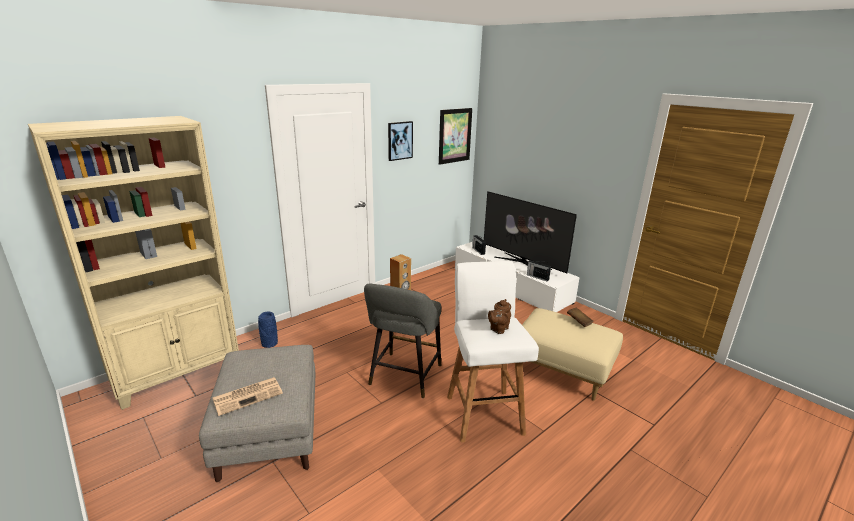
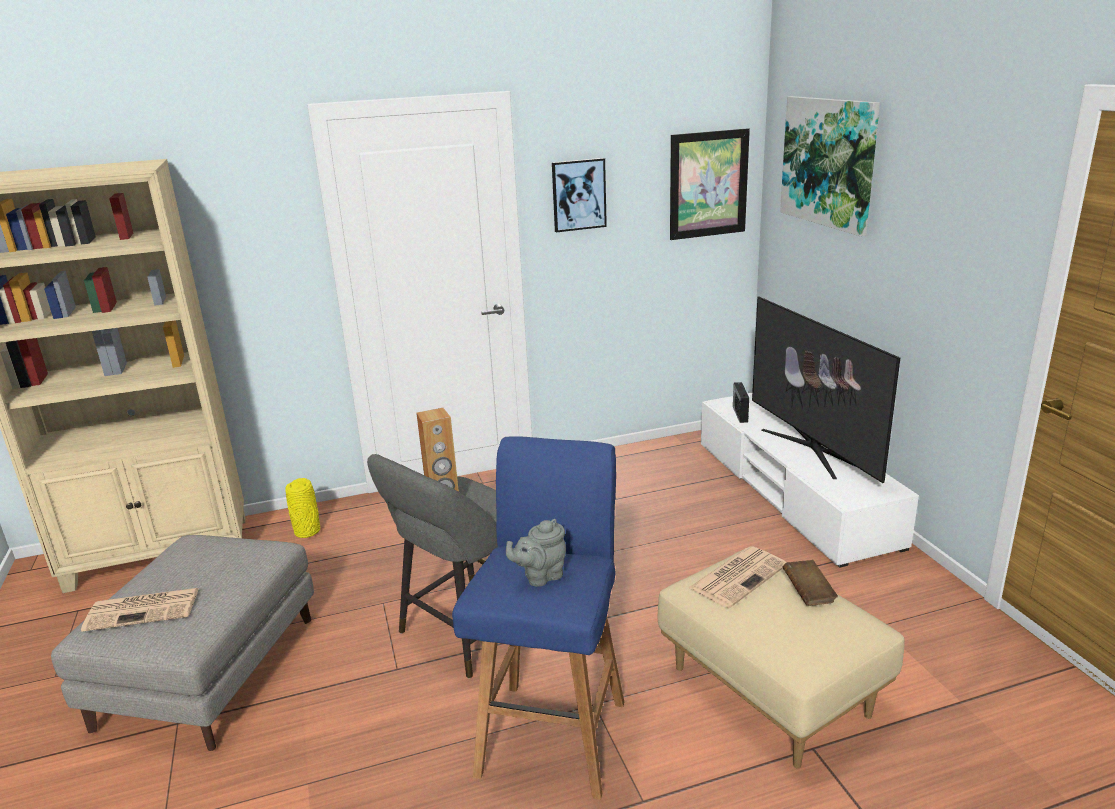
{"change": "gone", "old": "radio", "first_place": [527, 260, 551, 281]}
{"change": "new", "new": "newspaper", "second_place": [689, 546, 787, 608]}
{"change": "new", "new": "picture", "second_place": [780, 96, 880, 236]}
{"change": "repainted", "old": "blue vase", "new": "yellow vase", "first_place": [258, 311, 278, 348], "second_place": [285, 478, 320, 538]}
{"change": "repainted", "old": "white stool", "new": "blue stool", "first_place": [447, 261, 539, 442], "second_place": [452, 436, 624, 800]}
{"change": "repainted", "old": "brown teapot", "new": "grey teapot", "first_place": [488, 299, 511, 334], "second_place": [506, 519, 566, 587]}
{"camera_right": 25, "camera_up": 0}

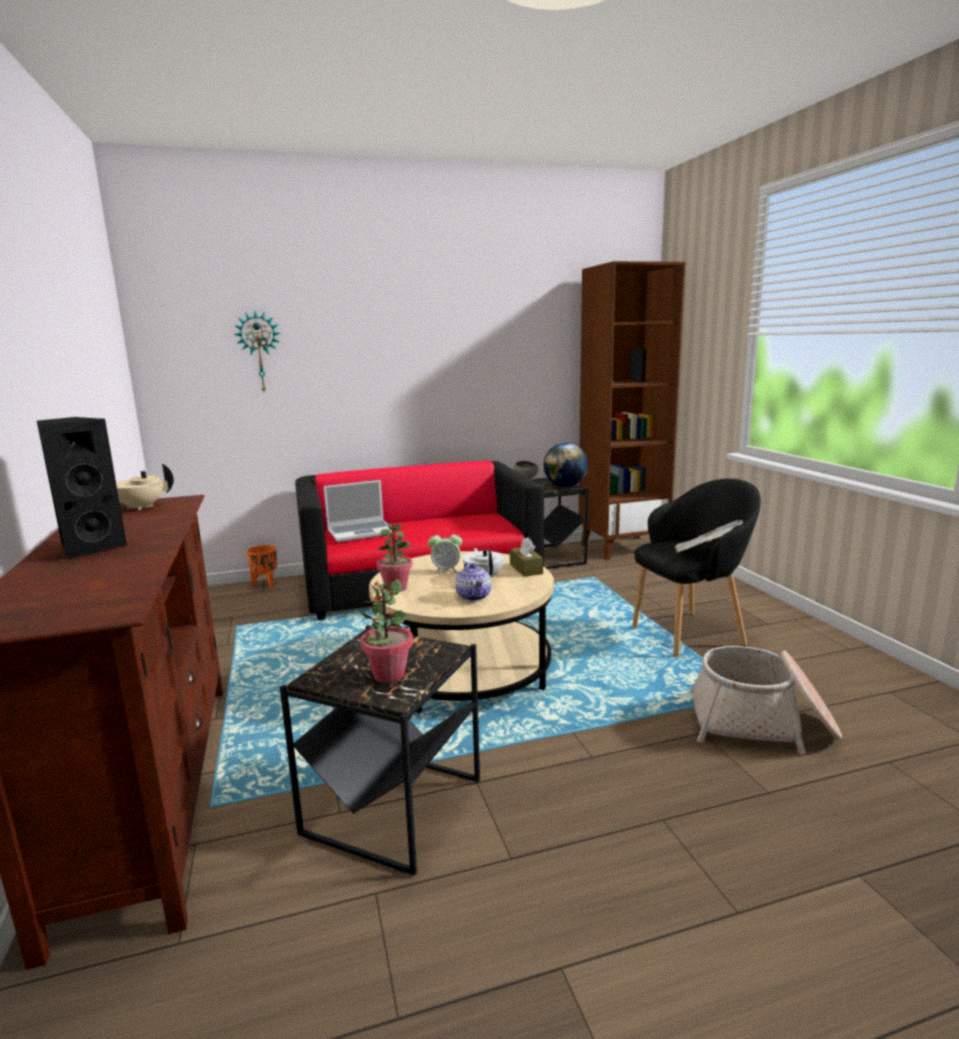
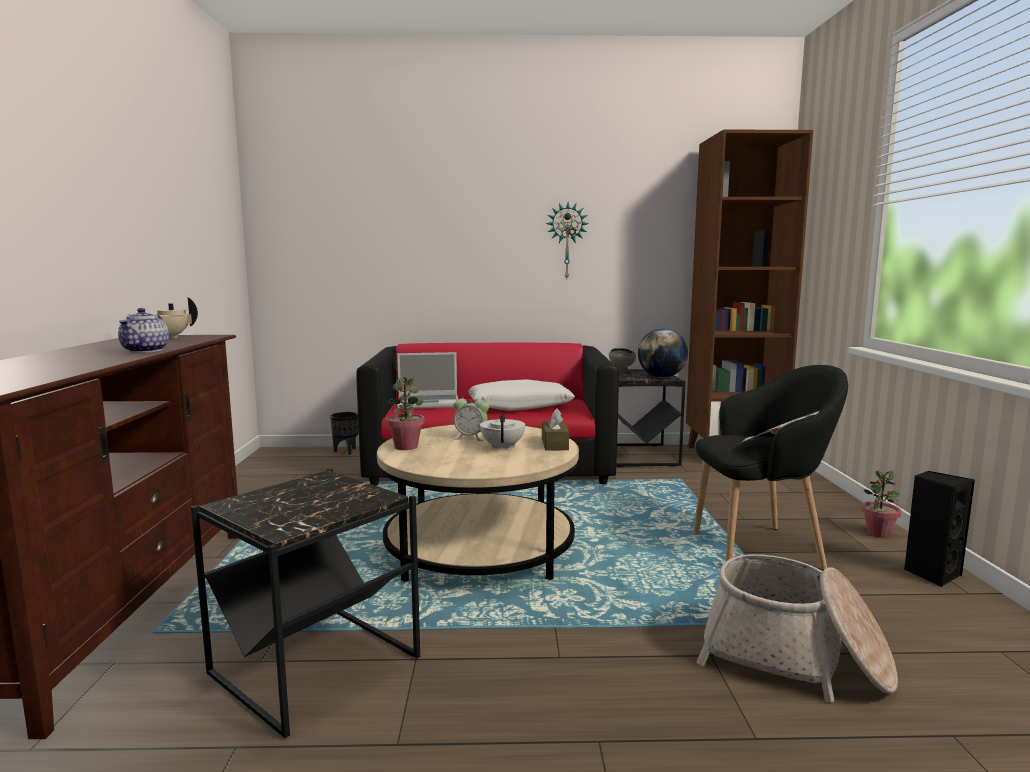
{"change": "new", "new": "white pillow", "second_place": [468, 379, 575, 411]}
{"change": "shifted", "old": "black speaker", "first_place": [37, 417, 127, 559], "second_place": [904, 471, 975, 587]}
{"change": "shifted", "old": "wall clock", "first_place": [234, 311, 281, 392], "second_place": [546, 202, 589, 281]}
{"change": "shifted", "old": "potted plant", "first_place": [360, 579, 413, 683], "second_place": [862, 470, 901, 538]}
{"change": "shifted", "old": "teapot", "first_place": [455, 563, 491, 601], "second_place": [118, 308, 169, 353]}
{"change": "repainted", "old": "orange planter", "new": "black planter", "first_place": [247, 545, 277, 588], "second_place": [330, 412, 359, 455]}
{"camera_right": 15, "camera_up": -5}

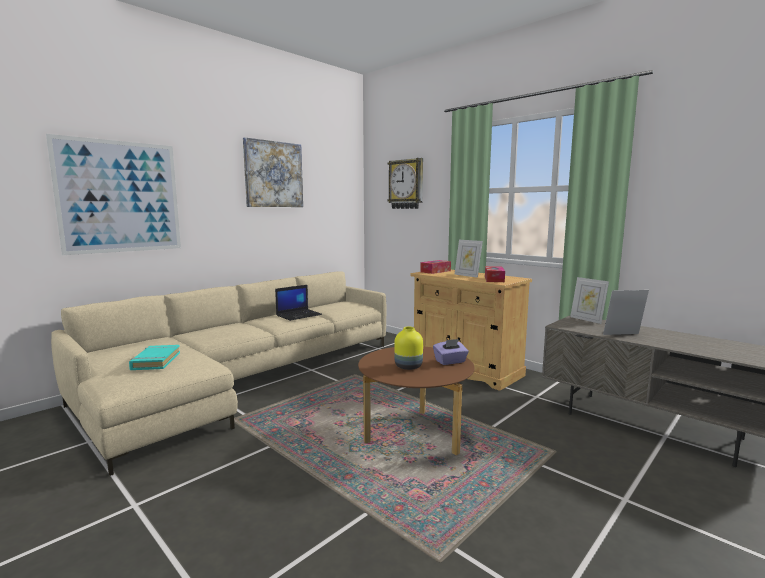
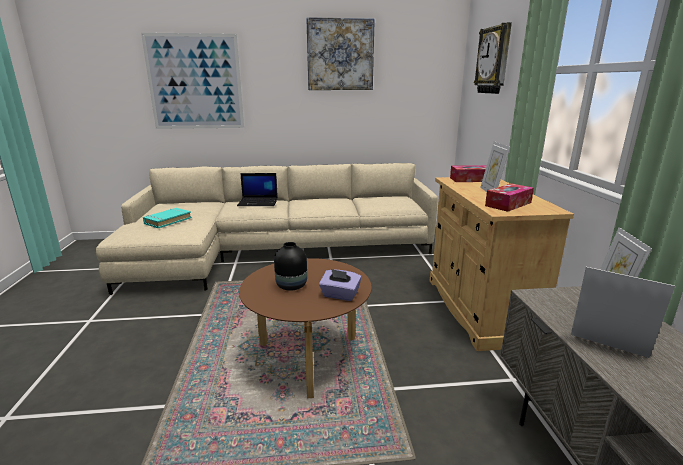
{"change": "shifted", "old": "laptop", "first_place": [275, 285, 322, 321], "second_place": [237, 173, 278, 206]}
{"change": "repainted", "old": "yellow vase", "new": "black vase", "first_place": [394, 327, 423, 370], "second_place": [274, 242, 307, 291]}
{"camera_right": 40, "camera_up": 10}

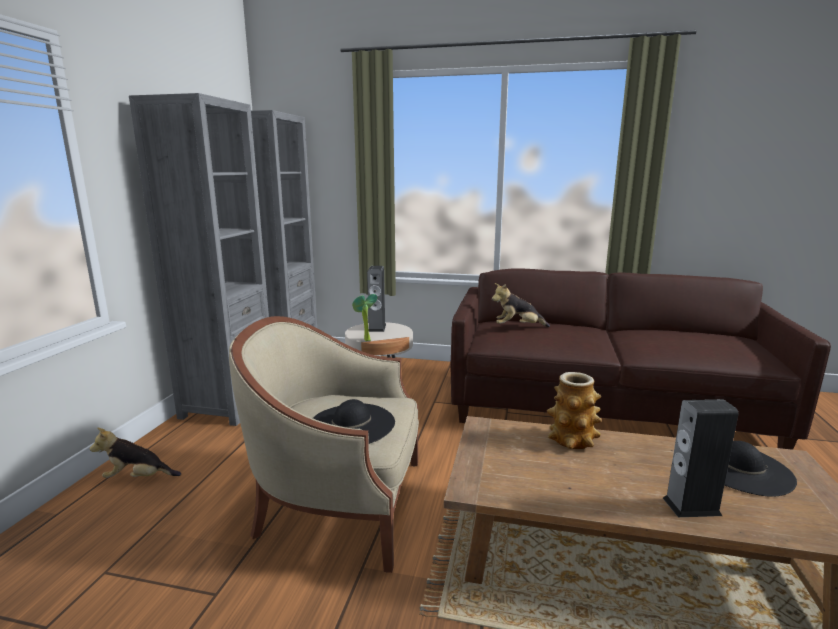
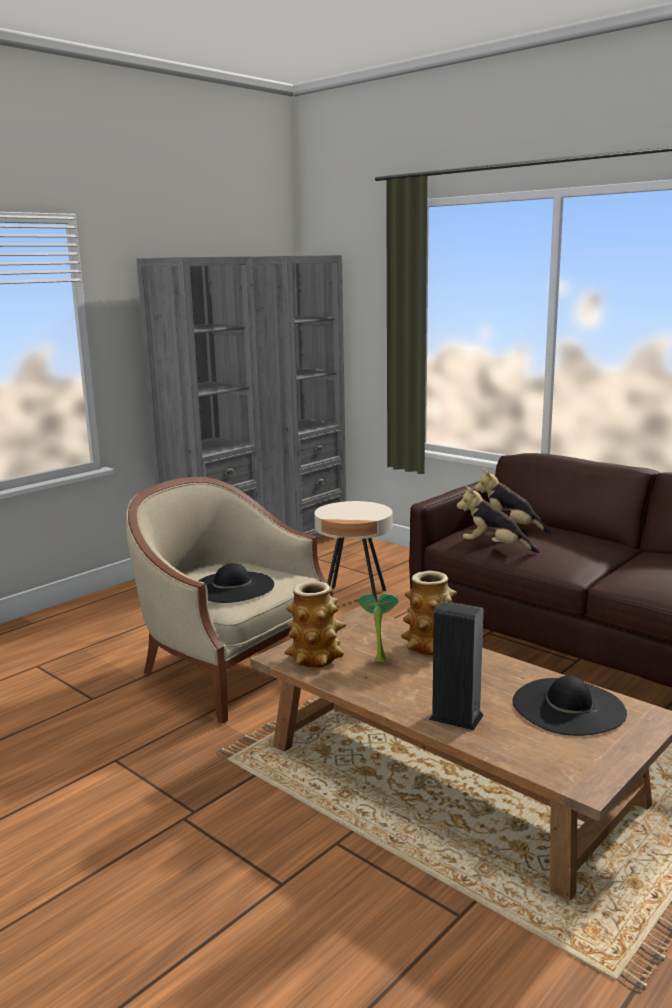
{"change": "gone", "old": "speaker", "first_place": [367, 266, 386, 332]}
{"change": "new", "new": "vase", "second_place": [284, 581, 346, 668]}
{"change": "shifted", "old": "plush toy", "first_place": [90, 427, 181, 478], "second_place": [457, 485, 540, 553]}
{"change": "shifted", "old": "potted plant", "first_place": [352, 294, 378, 341], "second_place": [358, 593, 398, 662]}
{"camera_right": 30, "camera_up": 0}

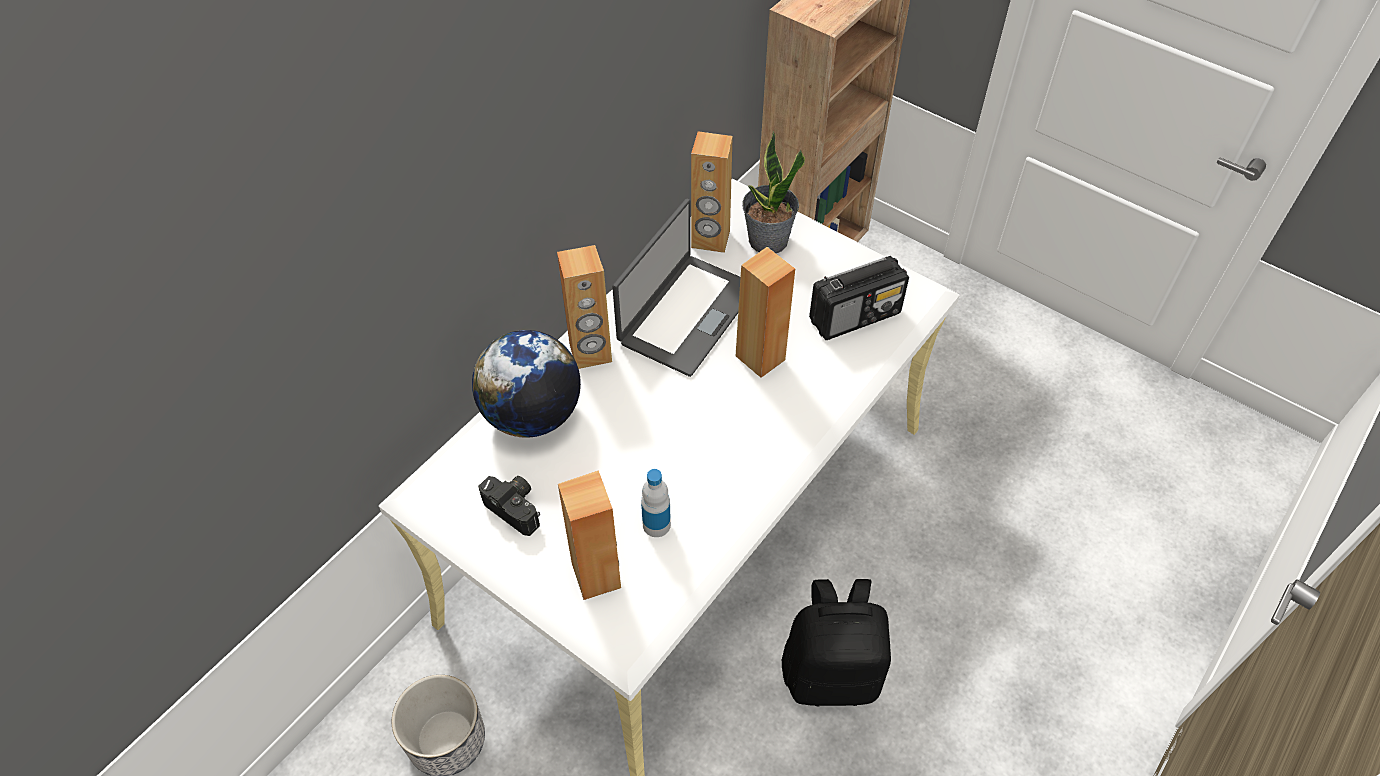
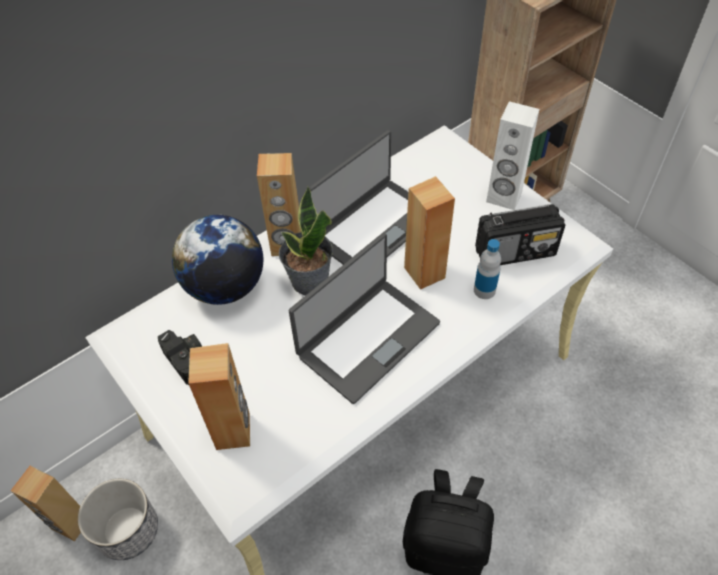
{"change": "new", "new": "laptop", "second_place": [289, 233, 440, 404]}
{"change": "new", "new": "white speaker", "second_place": [486, 101, 540, 210]}
{"change": "shifted", "old": "bottle", "first_place": [641, 469, 671, 537], "second_place": [474, 239, 501, 299]}
{"change": "shifted", "old": "brown speaker", "first_place": [691, 131, 733, 253], "second_place": [11, 466, 81, 541]}
{"change": "shifted", "old": "potted plant", "first_place": [742, 131, 805, 253], "second_place": [279, 186, 333, 295]}
{"camera_right": 15, "camera_up": 0}

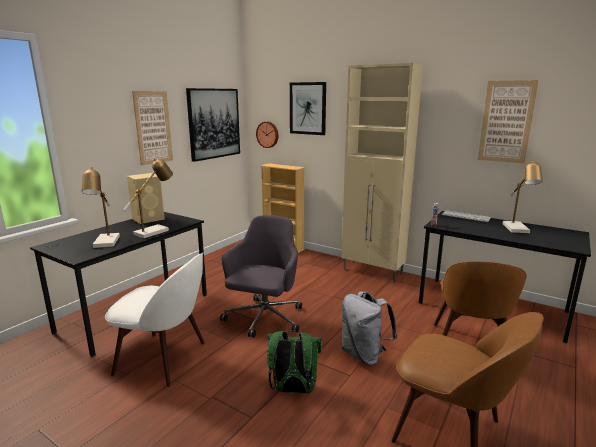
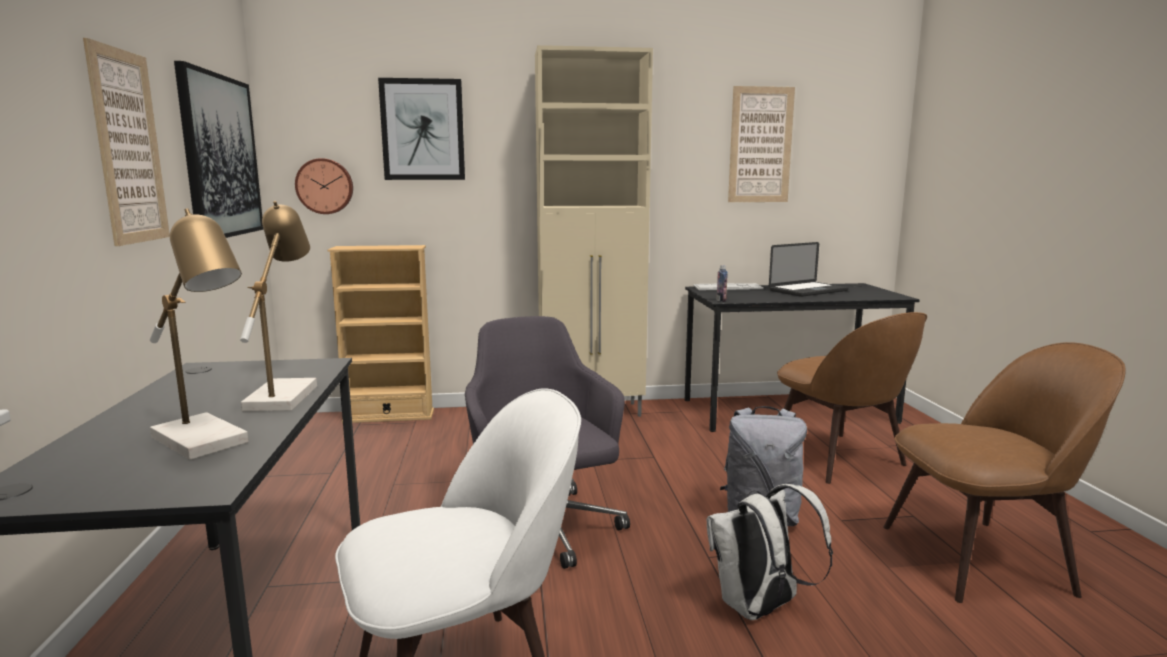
{"change": "gone", "old": "beige speaker", "first_place": [127, 173, 165, 224]}
{"change": "swapped", "old": "table lamp", "new": "laptop", "first_place": [502, 160, 543, 233], "second_place": [769, 242, 848, 297]}
{"change": "repainted", "old": "green backpack", "new": "white backpack", "first_place": [267, 330, 322, 393], "second_place": [707, 484, 833, 620]}
{"camera_right": -40, "camera_up": -5}

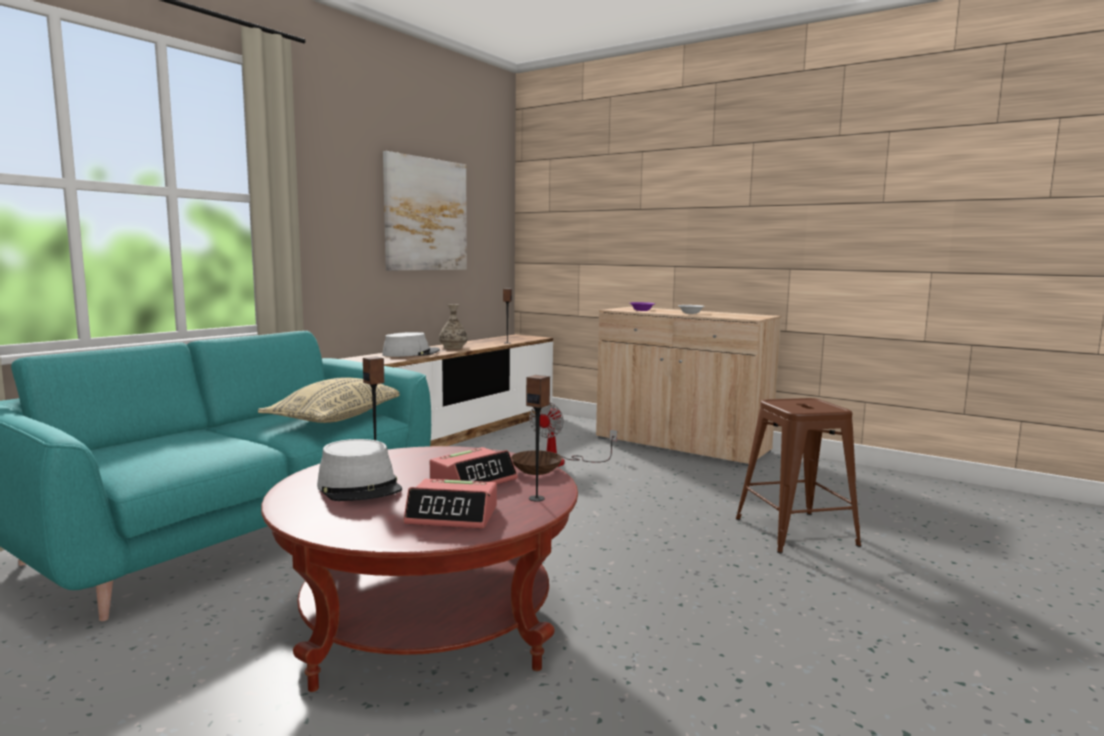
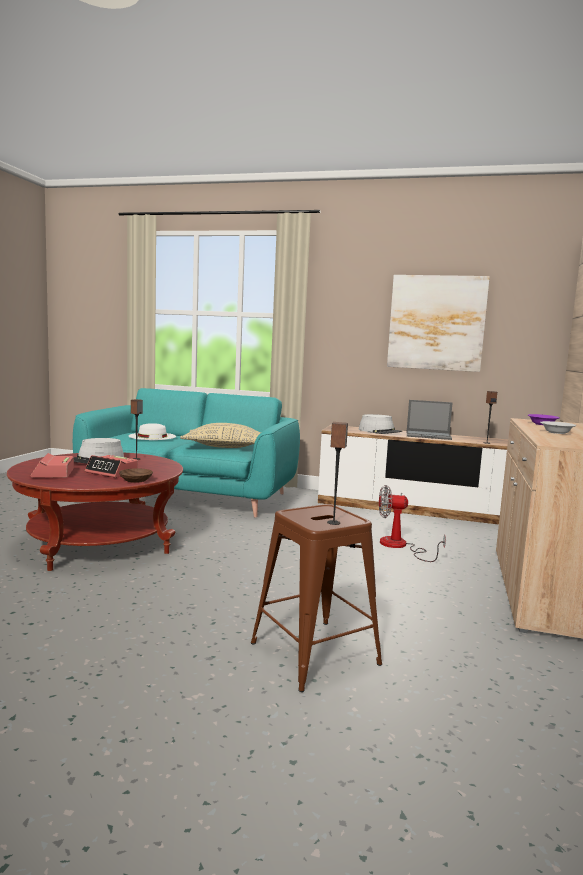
{"change": "new", "new": "white hat", "second_place": [129, 423, 176, 440]}
{"change": "shifted", "old": "speaker", "first_place": [526, 375, 550, 502], "second_place": [327, 422, 348, 525]}
{"change": "swapped", "old": "vase", "new": "laptop", "first_place": [439, 304, 468, 349], "second_place": [407, 400, 452, 440]}
{"camera_right": 70, "camera_up": 0}

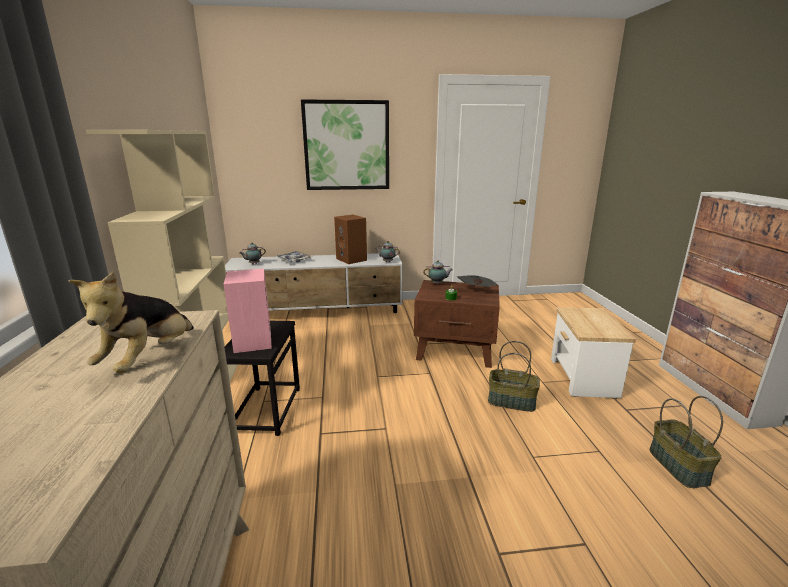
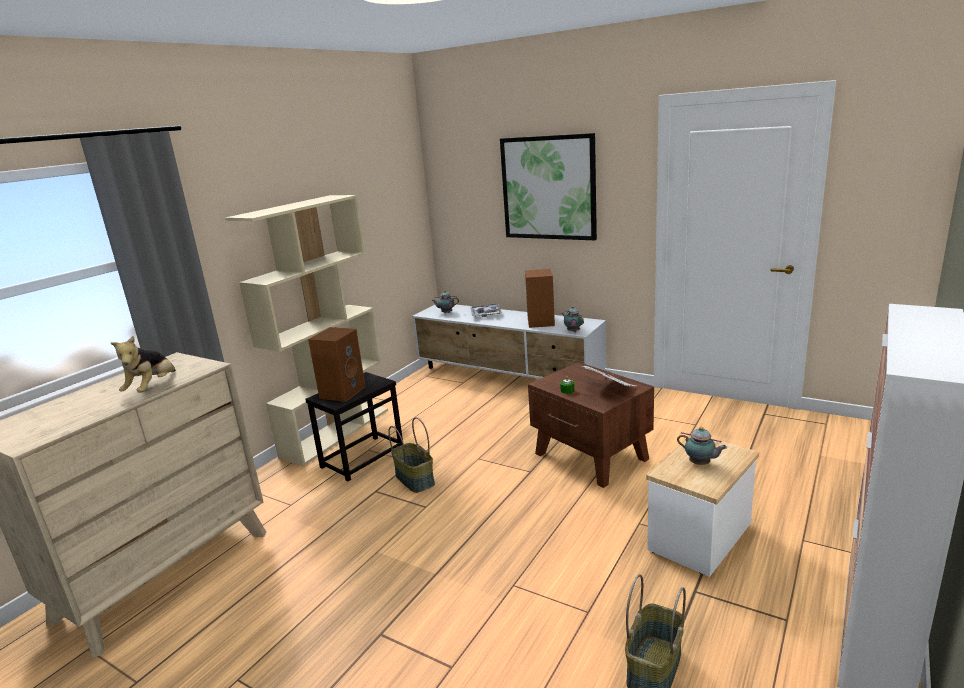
{"change": "shifted", "old": "teapot", "first_place": [423, 260, 453, 284], "second_place": [677, 427, 727, 465]}
{"change": "shifted", "old": "basket", "first_place": [488, 341, 540, 412], "second_place": [388, 417, 435, 493]}
{"change": "repainted", "old": "pink speaker", "new": "brown speaker", "first_place": [224, 269, 272, 353], "second_place": [308, 327, 365, 402]}
{"change": "rotated", "old": "plush toy", "first_place": [69, 271, 194, 373], "second_place": [111, 336, 175, 393], "degrees": -45}
{"camera_right": 40, "camera_up": 0}

